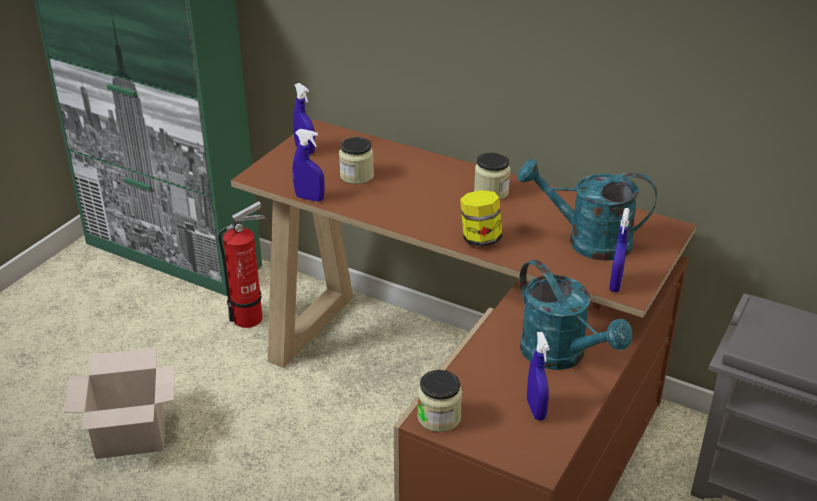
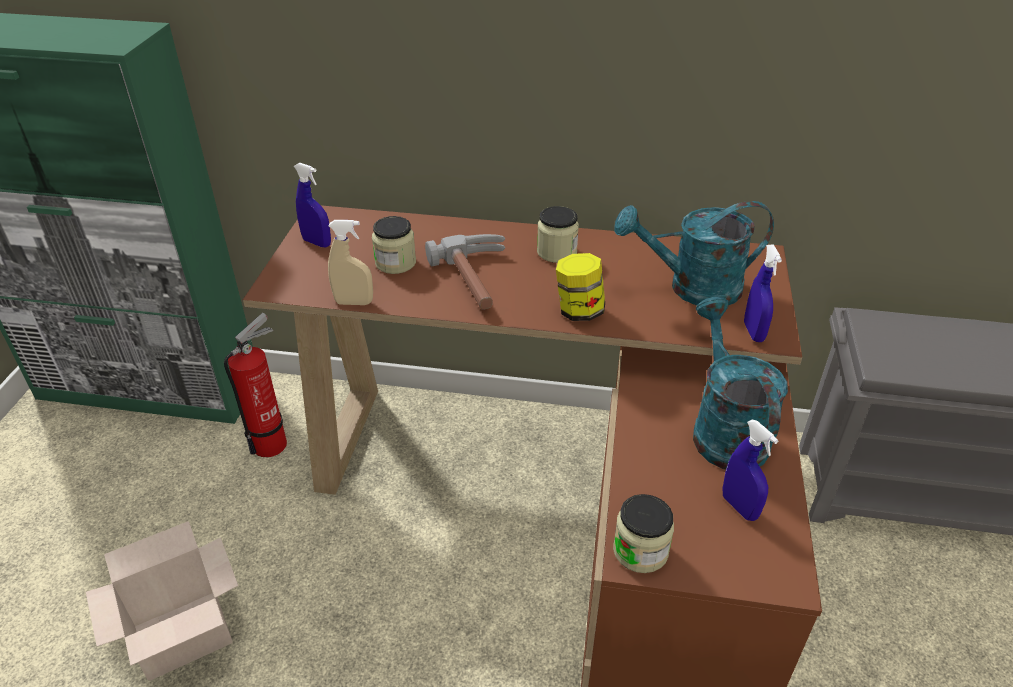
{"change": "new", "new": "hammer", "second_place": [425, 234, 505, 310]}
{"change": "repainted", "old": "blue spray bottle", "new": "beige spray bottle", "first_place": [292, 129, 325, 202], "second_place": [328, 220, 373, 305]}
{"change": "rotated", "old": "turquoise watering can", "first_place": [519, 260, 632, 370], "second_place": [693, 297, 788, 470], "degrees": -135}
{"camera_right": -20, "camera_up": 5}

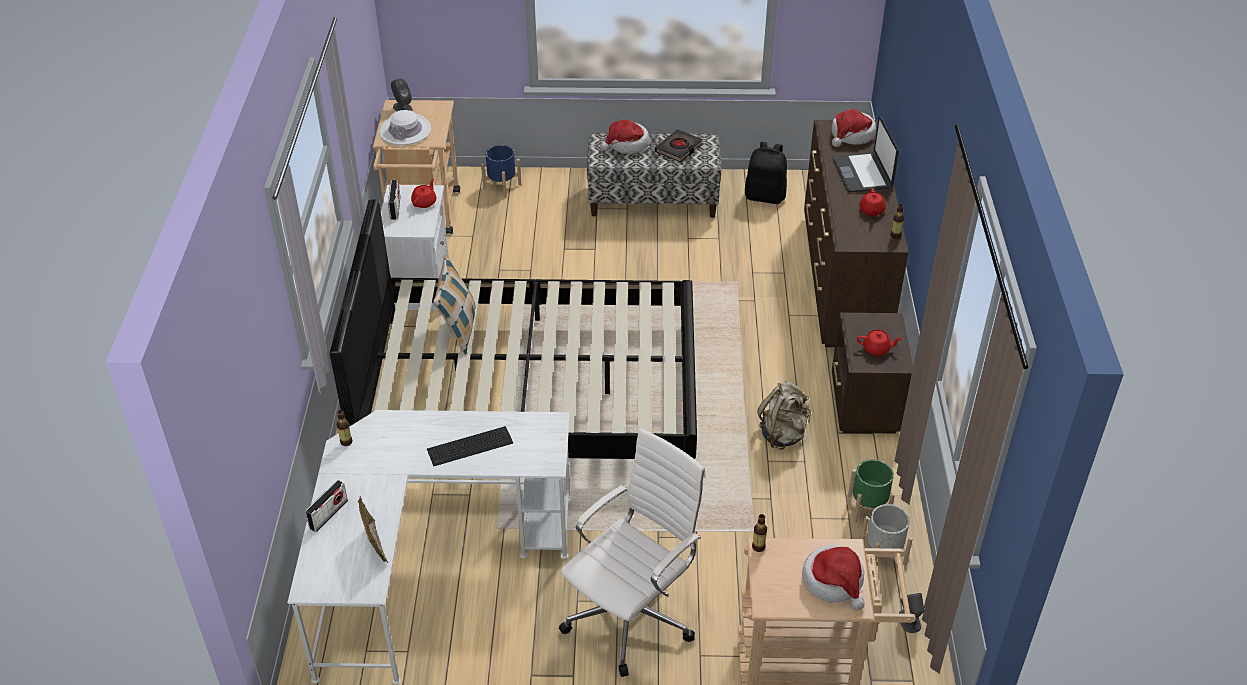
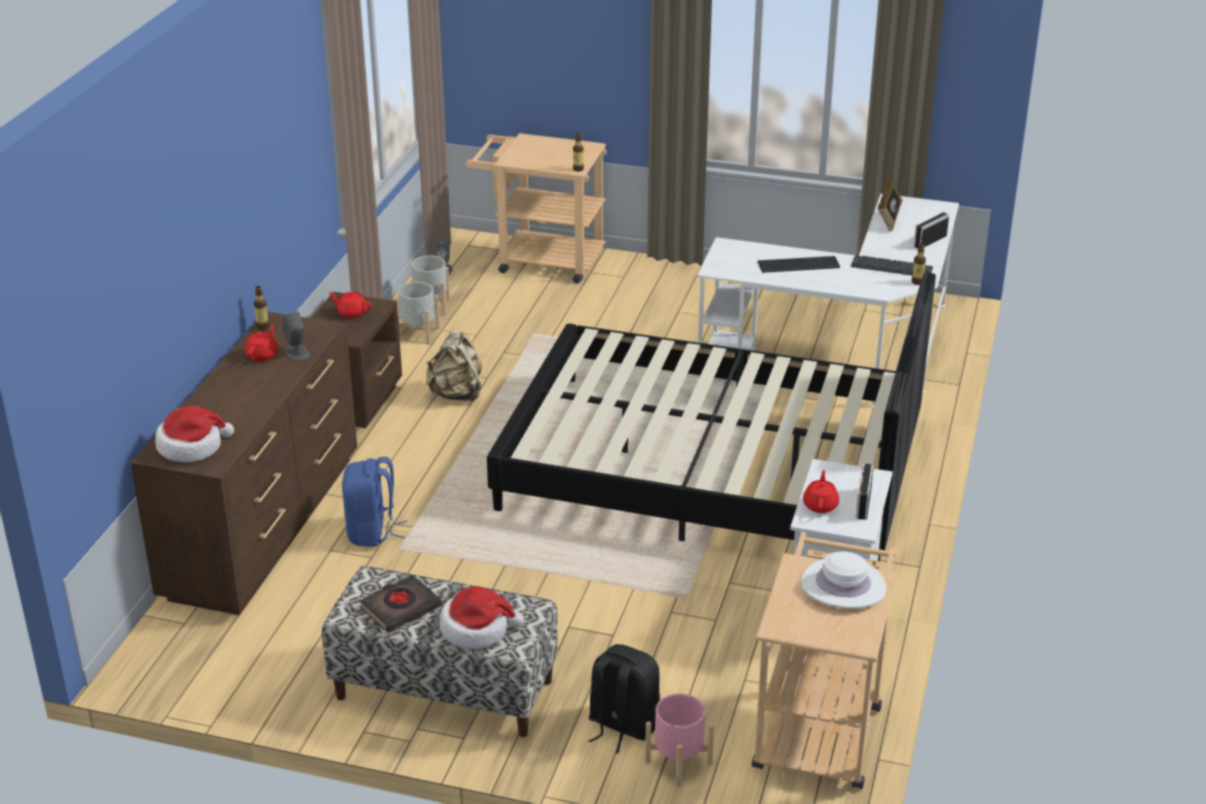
{"change": "gone", "old": "pillow", "first_place": [433, 254, 476, 354]}
{"change": "gone", "old": "white office chair", "first_place": [559, 428, 705, 677]}
{"change": "gone", "old": "hat", "first_place": [802, 545, 865, 610]}
{"change": "gone", "old": "laptop", "first_place": [832, 116, 899, 192]}
{"change": "new", "new": "blue backpack", "second_place": [342, 457, 407, 547]}
{"change": "new", "new": "keyboard", "second_place": [851, 255, 933, 276]}
{"change": "shifted", "old": "grey speaker", "first_place": [391, 78, 413, 111], "second_place": [282, 311, 309, 361]}
{"change": "shifted", "old": "black backpack", "first_place": [745, 142, 787, 204], "second_place": [588, 644, 660, 754]}
{"change": "repainted", "old": "blue planter", "new": "pink planter", "first_place": [481, 145, 521, 198], "second_place": [645, 694, 714, 787]}
{"change": "repainted", "old": "green planter", "new": "grey planter", "first_place": [848, 459, 895, 522], "second_place": [397, 282, 440, 345]}
{"change": "rotated", "old": "red teapot", "first_place": [411, 179, 437, 208], "second_place": [803, 470, 839, 513], "degrees": 150}
{"camera_right": -165, "camera_up": -10}

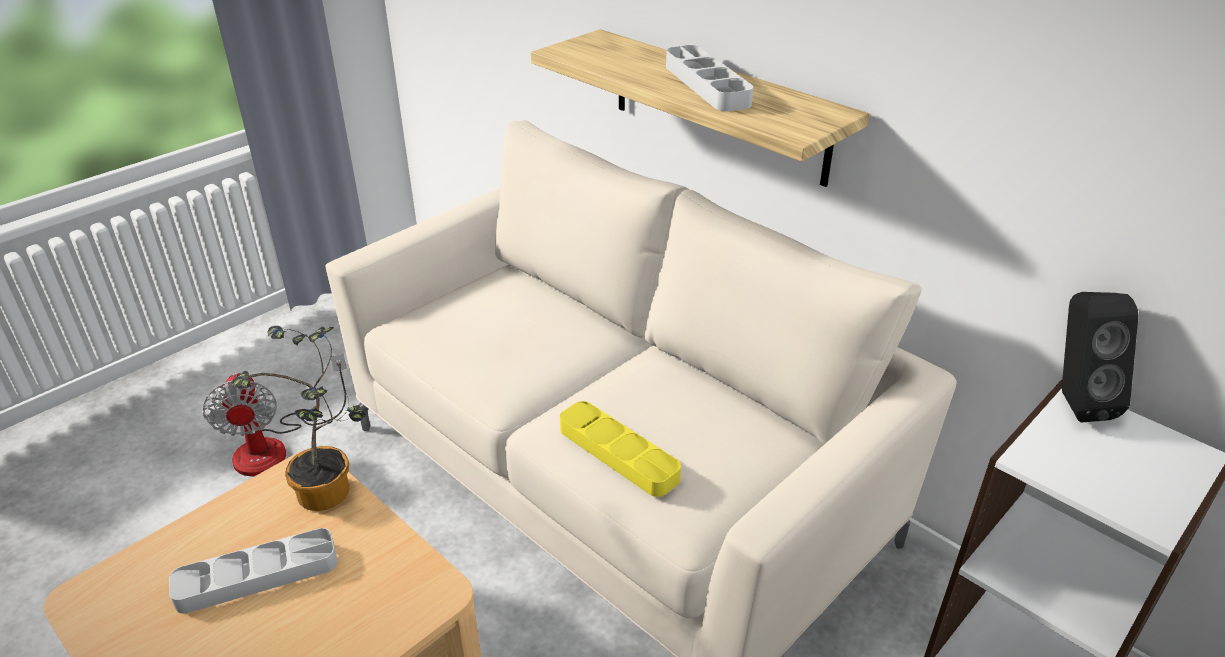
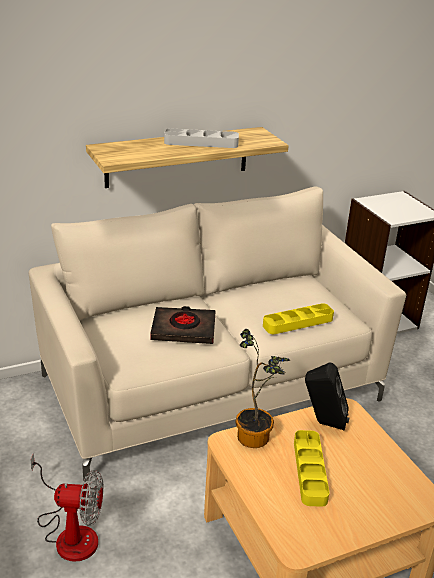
{"change": "new", "new": "black book", "second_place": [150, 306, 216, 344]}
{"change": "shifted", "old": "black speaker", "first_place": [1062, 292, 1139, 423], "second_place": [305, 362, 349, 430]}
{"change": "repainted", "old": "grey tray", "new": "yellow tray", "first_place": [169, 528, 337, 614], "second_place": [294, 430, 329, 507]}
{"camera_right": -70, "camera_up": -5}

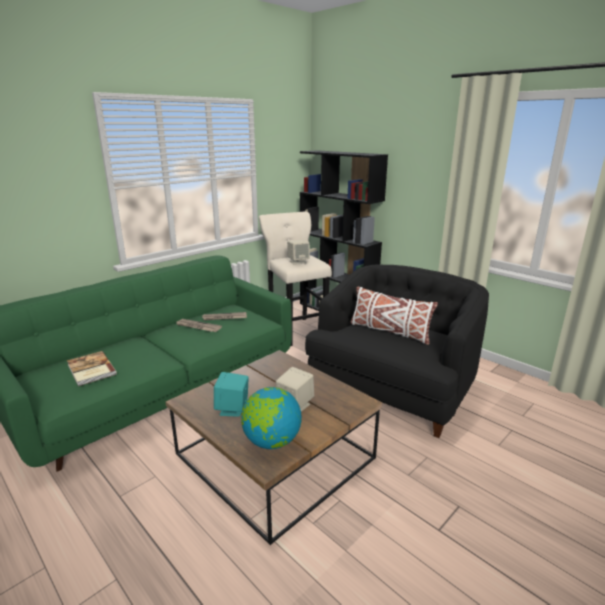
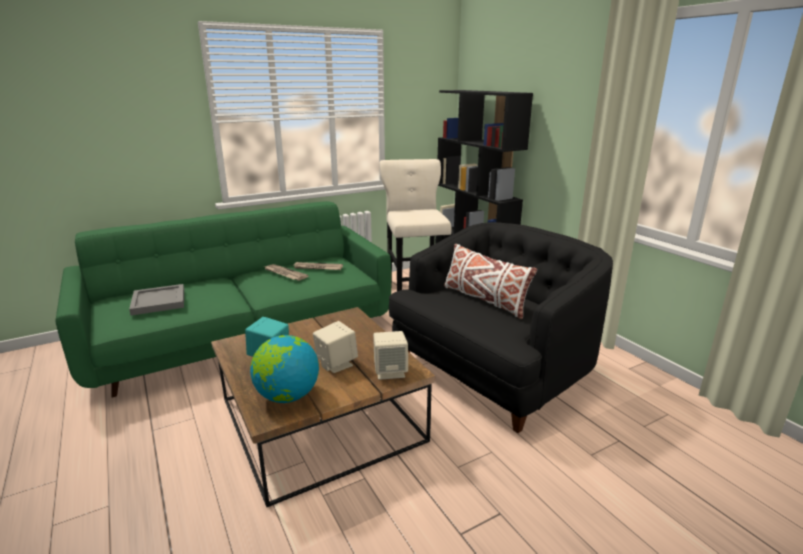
{"change": "shifted", "old": "beige speaker", "first_place": [287, 240, 310, 265], "second_place": [373, 331, 408, 380]}
{"change": "swapped", "old": "book", "new": "grey tray", "first_place": [67, 351, 117, 386], "second_place": [129, 284, 184, 316]}
{"camera_right": 15, "camera_up": 0}

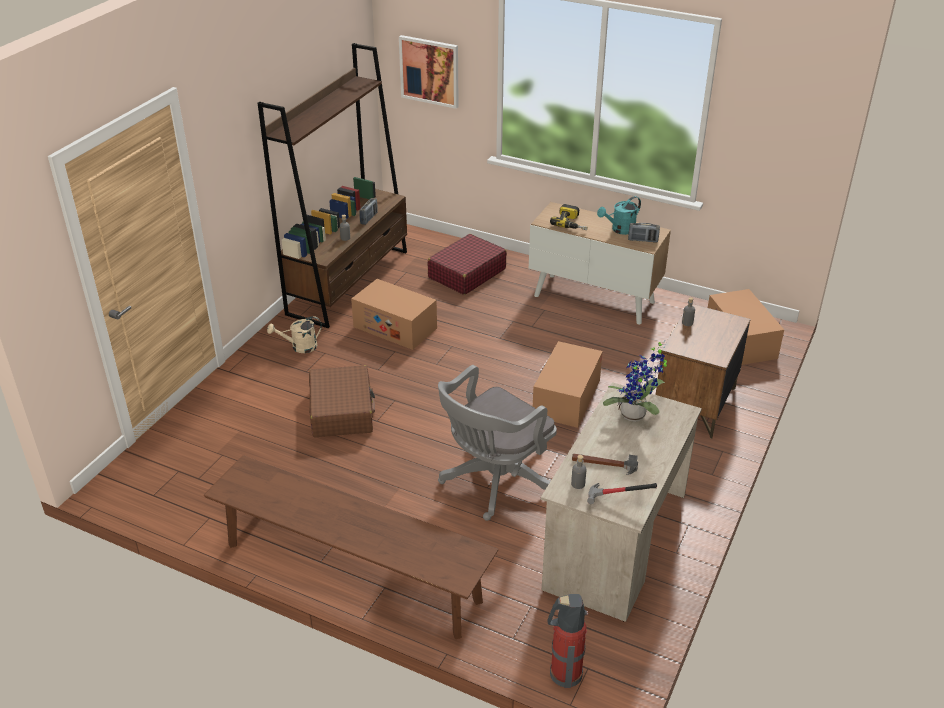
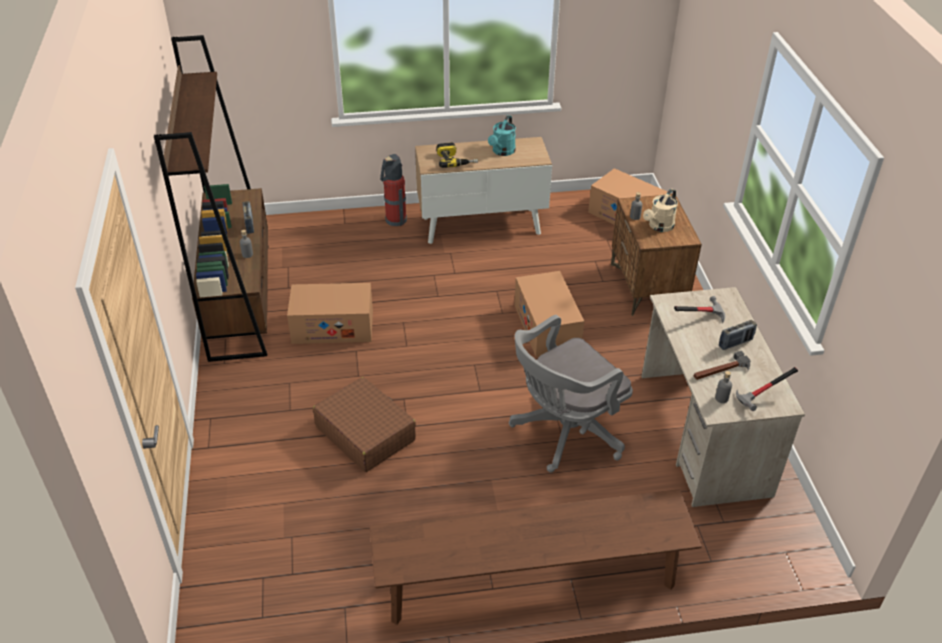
{"change": "gone", "old": "picture", "first_place": [399, 35, 459, 109]}
{"change": "gone", "old": "red suitcase", "first_place": [428, 234, 507, 295]}
{"change": "shifted", "old": "beige watering can", "first_place": [267, 316, 322, 353], "second_place": [643, 189, 678, 232]}
{"change": "shifted", "old": "fire extinguisher", "first_place": [547, 594, 588, 688], "second_place": [380, 154, 407, 226]}
{"change": "shifted", "old": "radio", "first_place": [628, 223, 660, 242], "second_place": [719, 320, 757, 350]}
{"change": "swapped", "old": "potted plant", "new": "hammer", "first_place": [603, 340, 667, 422], "second_place": [674, 296, 725, 323]}
{"change": "rotated", "old": "grey office chair", "first_place": [438, 365, 557, 521], "second_place": [509, 315, 633, 472], "degrees": 45}
{"camera_right": -35, "camera_up": 5}

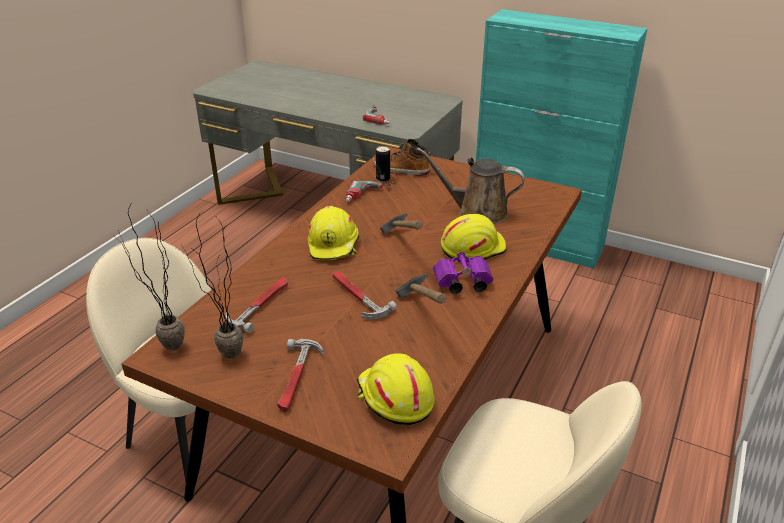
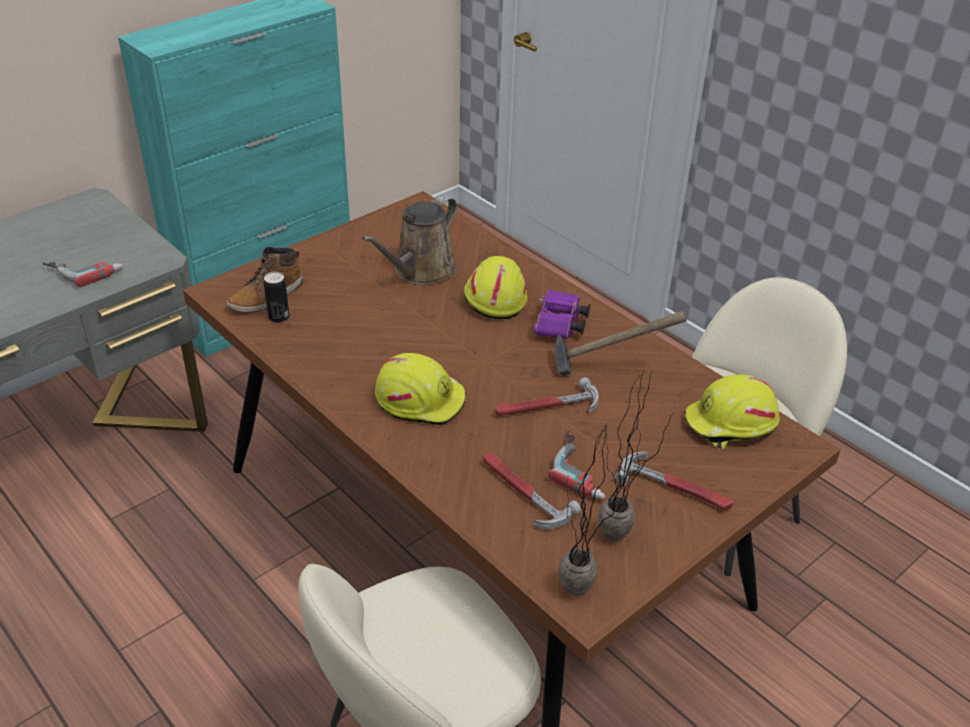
{"change": "gone", "old": "hammer", "first_place": [380, 213, 423, 234]}
{"change": "shifted", "old": "power drill", "first_place": [346, 181, 396, 202], "second_place": [548, 429, 606, 499]}
{"camera_right": -70, "camera_up": 5}

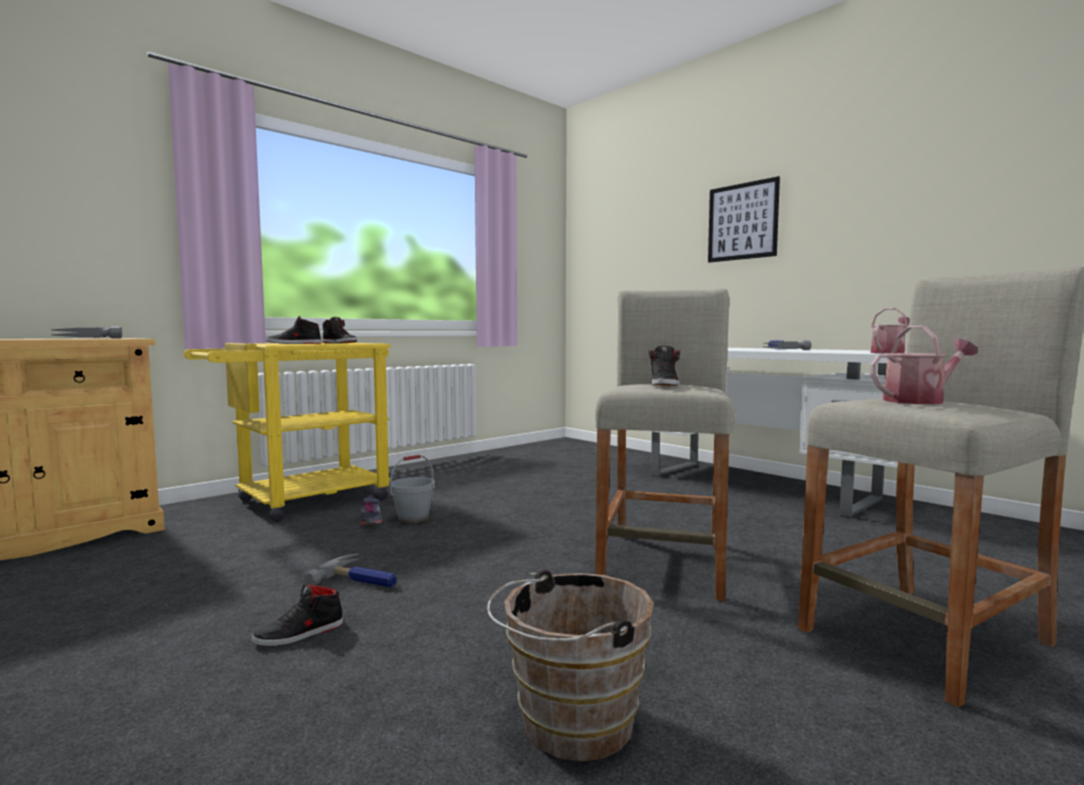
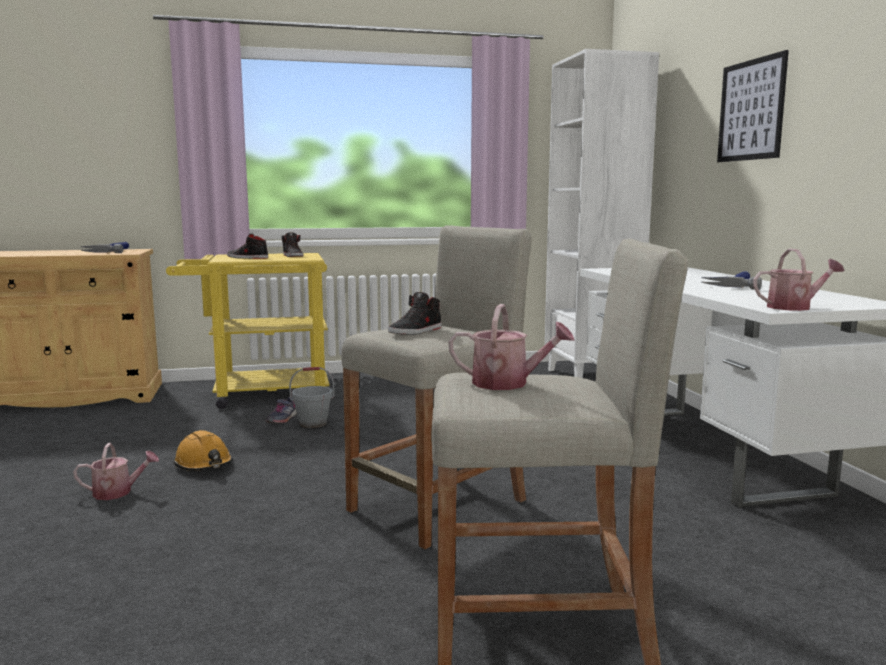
{"change": "gone", "old": "brown bucket", "first_place": [487, 569, 654, 761]}
{"change": "new", "new": "white bookcase", "second_place": [545, 49, 659, 378]}
{"change": "swapped", "old": "black shoe", "new": "watering can", "first_place": [251, 584, 343, 646], "second_place": [73, 443, 159, 500]}
{"change": "swapped", "old": "hammer", "new": "orange hard hat", "first_place": [303, 553, 397, 587], "second_place": [174, 430, 233, 471]}
{"camera_right": 30, "camera_up": 5}

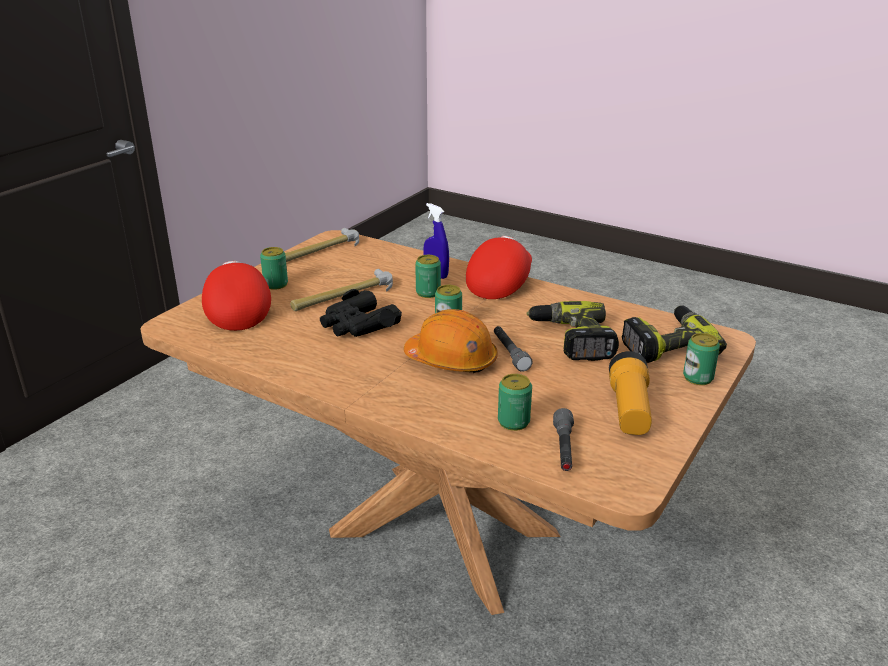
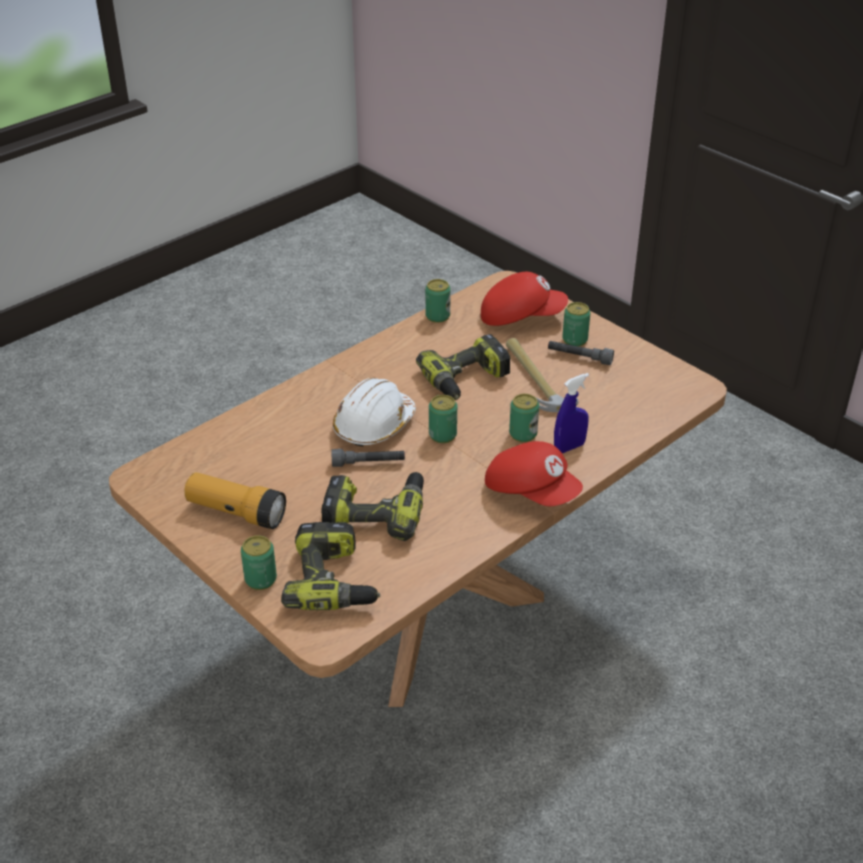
{"change": "gone", "old": "hammer", "first_place": [285, 228, 359, 262]}
{"change": "shifted", "old": "can", "first_place": [498, 374, 532, 431], "second_place": [425, 279, 451, 323]}
{"change": "shifted", "old": "grey flashlight", "first_place": [553, 408, 574, 471], "second_place": [548, 341, 614, 365]}
{"change": "swapped", "old": "black binoculars", "new": "power drill", "first_place": [320, 289, 402, 337], "second_place": [416, 334, 511, 400]}
{"change": "repainted", "old": "orange hard hat", "new": "white hard hat", "first_place": [404, 309, 498, 373], "second_place": [333, 378, 416, 447]}
{"camera_right": 105, "camera_up": 10}

